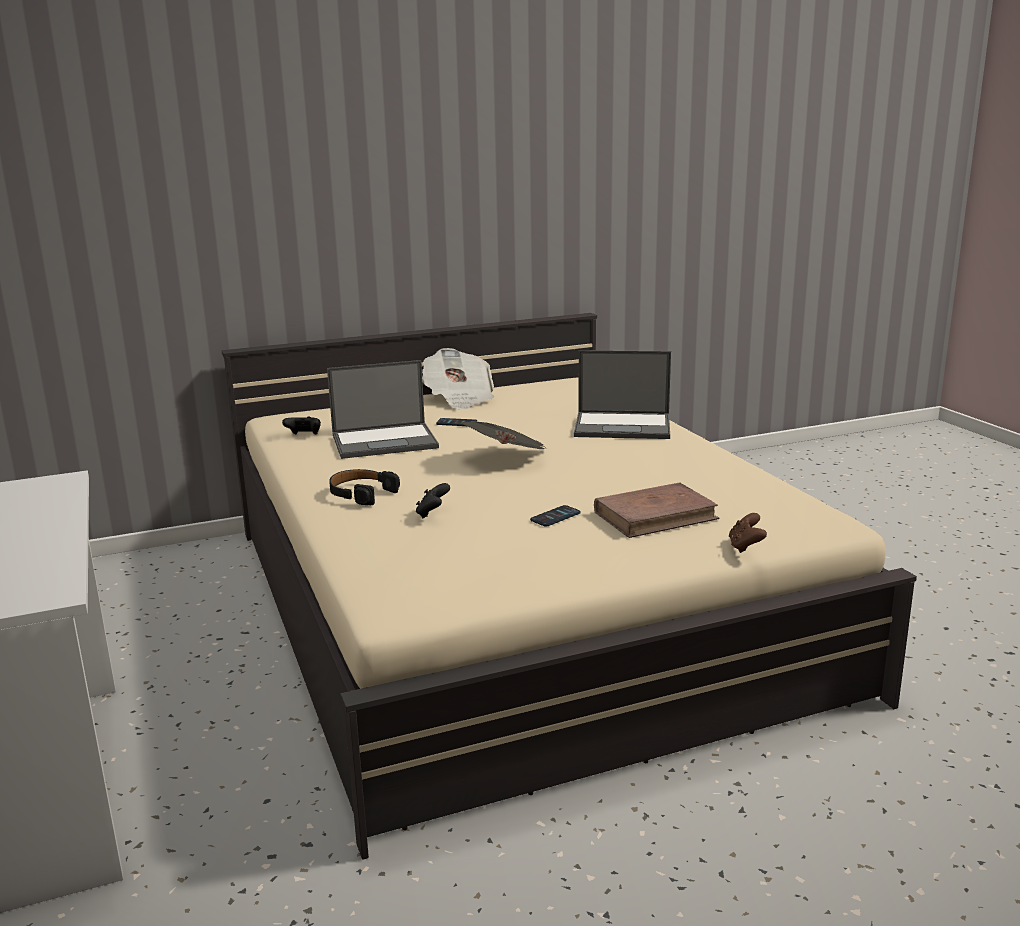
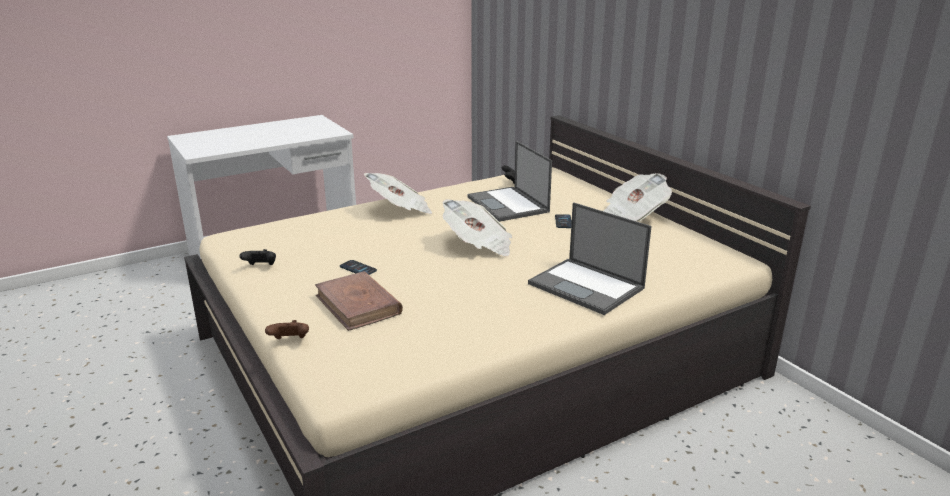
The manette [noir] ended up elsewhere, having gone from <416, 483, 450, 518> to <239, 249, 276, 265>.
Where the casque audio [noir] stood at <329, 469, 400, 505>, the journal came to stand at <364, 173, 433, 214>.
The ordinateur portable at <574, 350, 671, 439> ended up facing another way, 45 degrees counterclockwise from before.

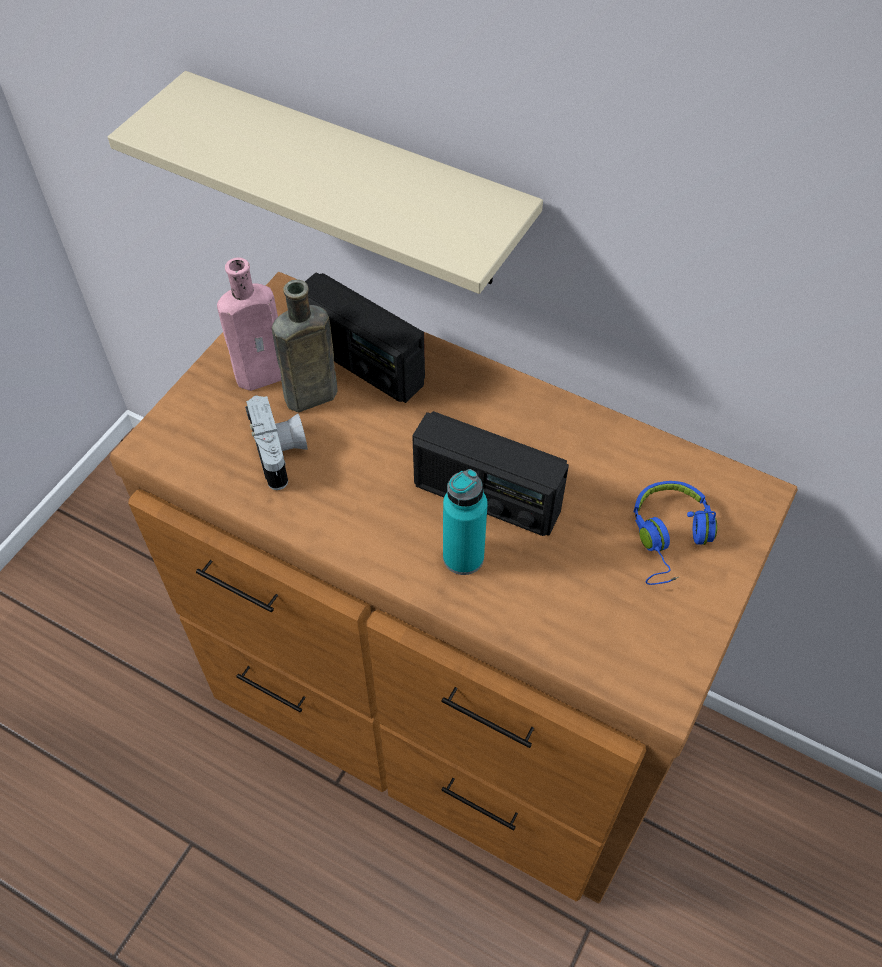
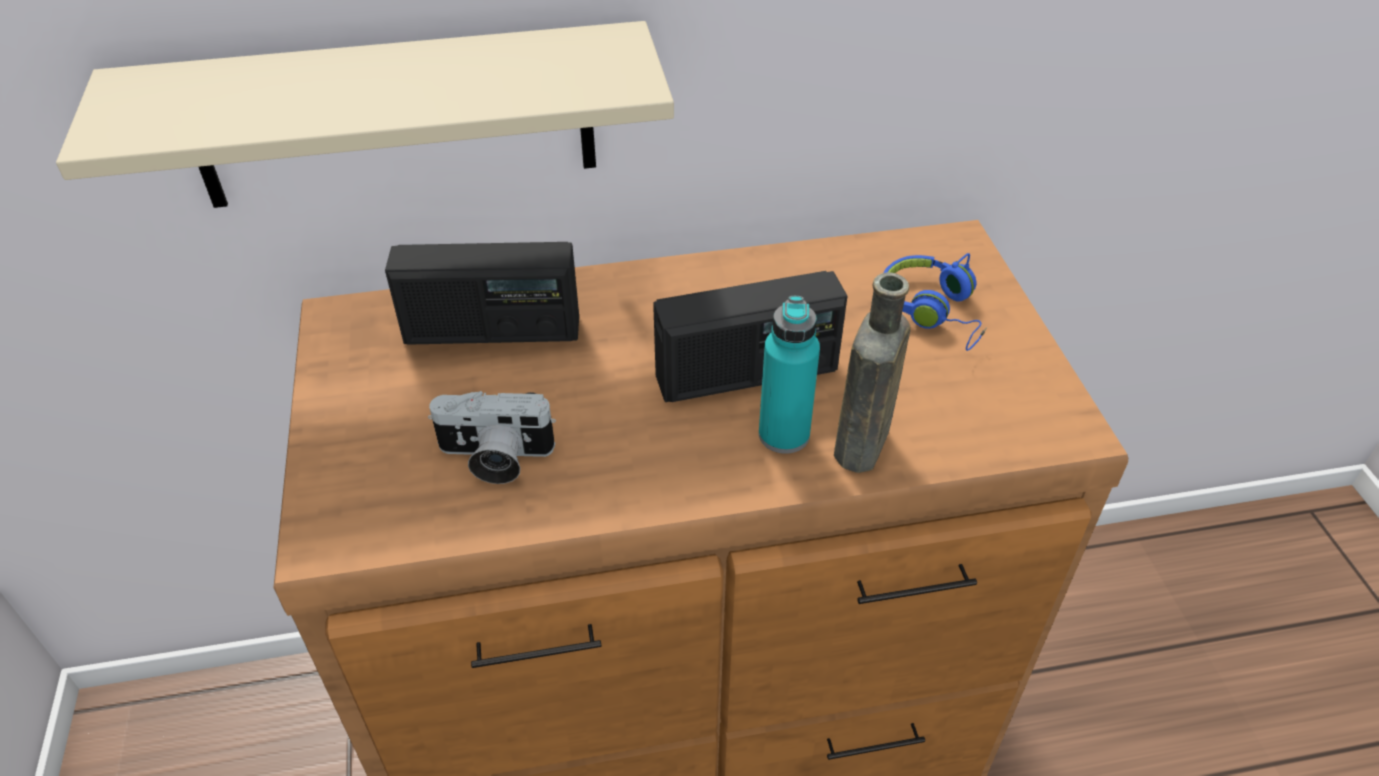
The appareil photo at <245, 395, 308, 490> ended up facing another way, 150 degrees clockwise from before.
The bouteille [marron] ended up elsewhere, having gone from <272, 280, 338, 412> to <834, 272, 910, 473>.
The second view lost the bouteille [rose] at <217, 258, 281, 391>.

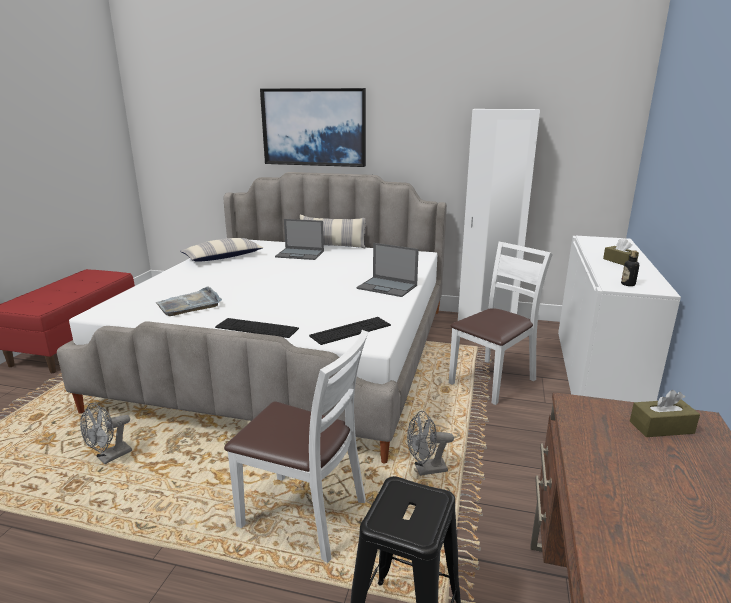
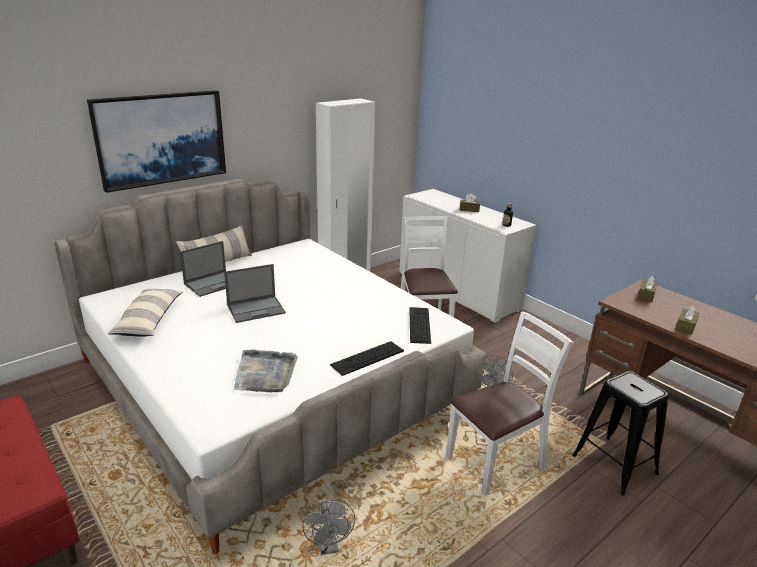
The ordinateur portable ended up elsewhere, having gone from <356, 243, 419, 297> to <224, 264, 286, 323>.
The second view gained the boîte à mouchoirs [marron] at <675, 305, 699, 335>.

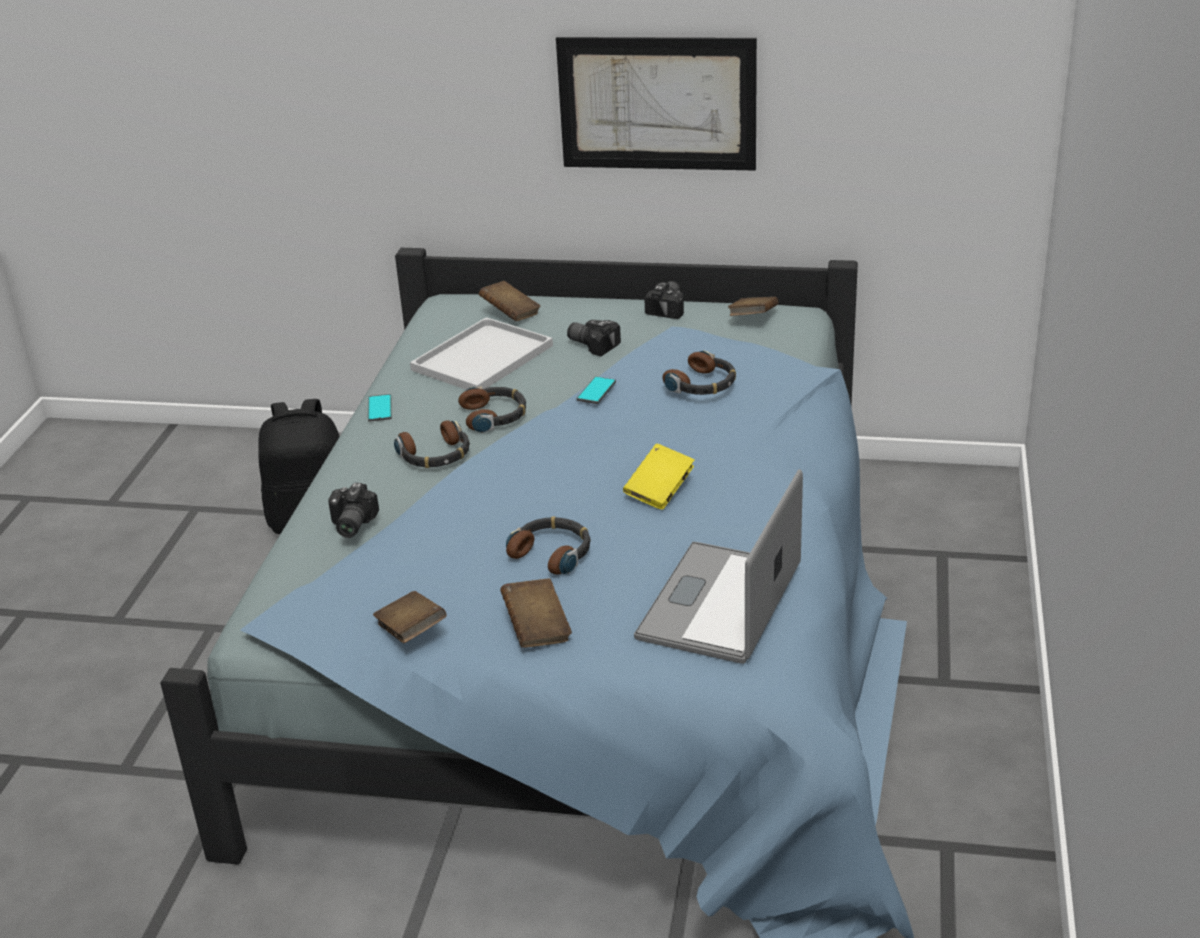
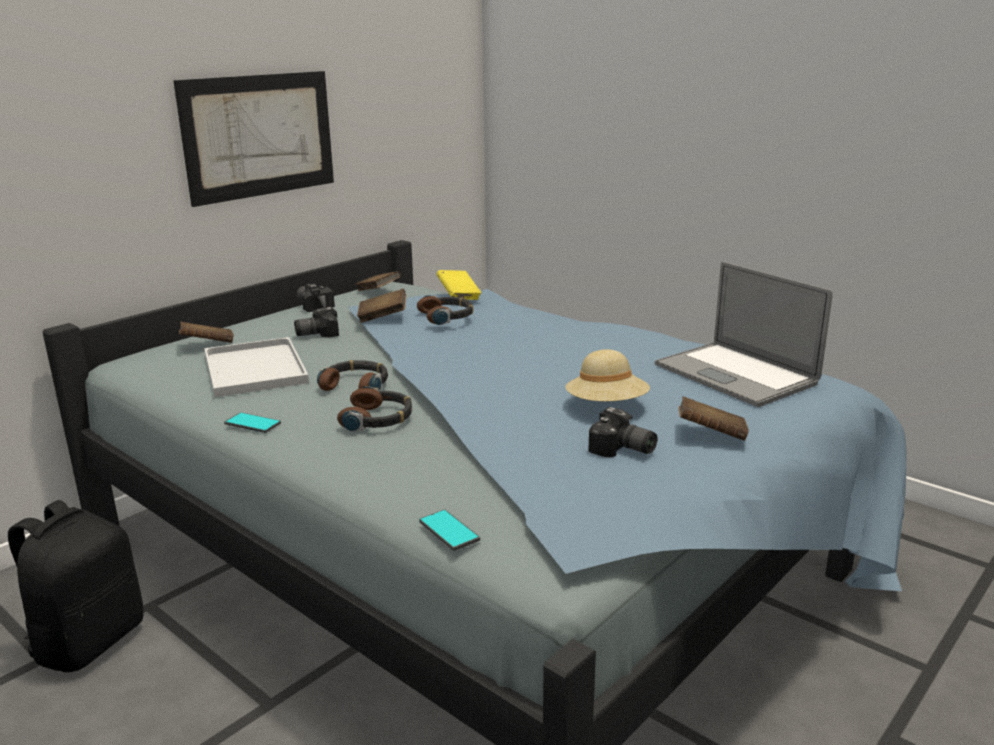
The livre [marron] ended up elsewhere, having gone from <373, 591, 447, 643> to <357, 289, 406, 323>.
The téléphone ended up elsewhere, having gone from <577, 376, 616, 404> to <419, 509, 480, 551>.
The livre [jaune] ended up elsewhere, having gone from <623, 444, 694, 510> to <437, 270, 481, 300>.
Where the casque audio stood at <506, 517, 591, 575>, the chapeau [beige] came to stand at <565, 349, 650, 402>.
The appareil photo ended up elsewhere, having gone from <328, 483, 379, 538> to <588, 407, 657, 457>.

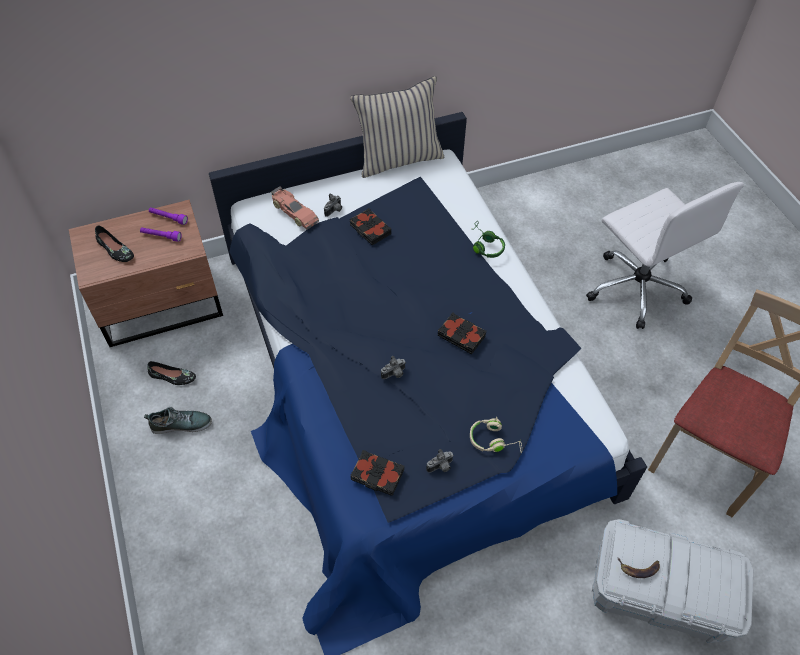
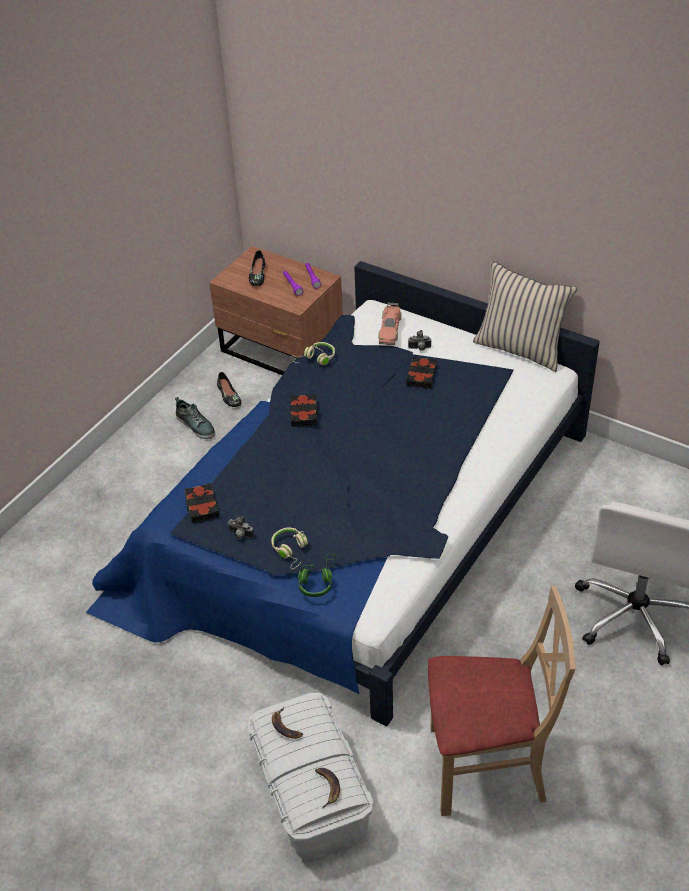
The livre [noir] ended up elsewhere, having gone from <438, 312, 486, 354> to <290, 394, 318, 427>.
The second view gained the casque audio [beige] at <291, 342, 335, 365>.
The casque audio [vert] ended up elsewhere, having gone from <472, 221, 505, 258> to <298, 554, 336, 597>.
The second view gained the banane at <315, 768, 340, 808>.
The second view lost the appareil photo at <381, 356, 406, 379>.

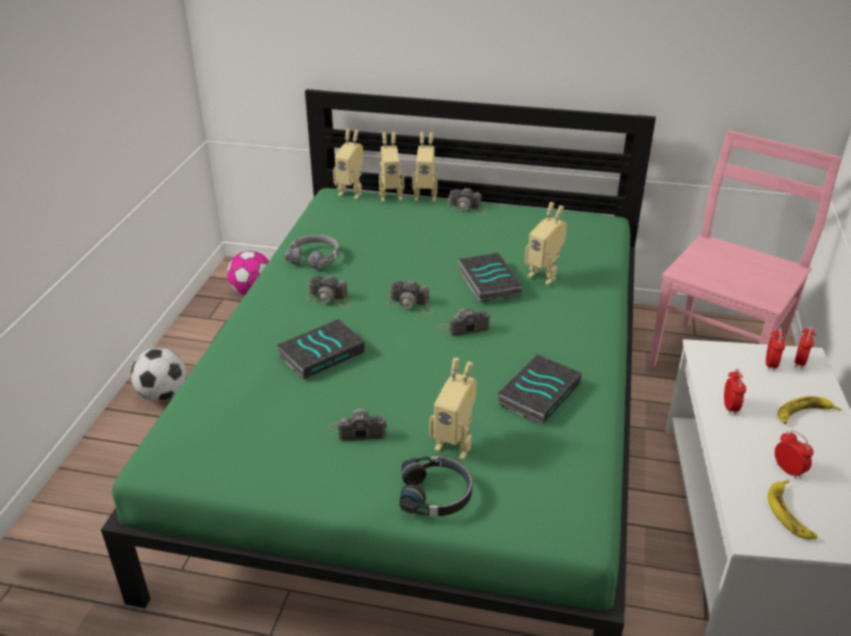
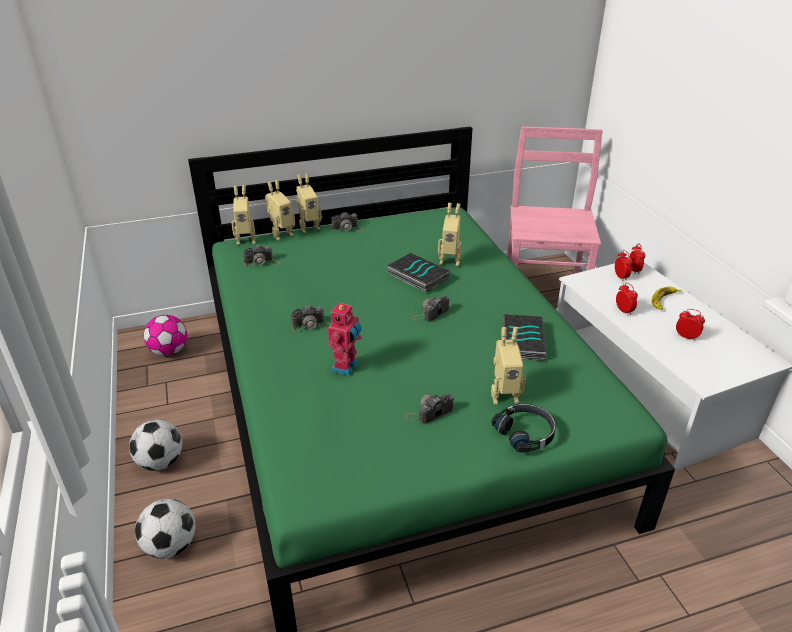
The second view gained the ballon de foot at <135, 499, 195, 559>.
The appareil photo ended up elsewhere, having gone from <388, 280, 433, 314> to <243, 245, 280, 267>.
Where the livre stood at <276, 319, 365, 380>, the robot jouet came to stand at <328, 301, 362, 376>.
The second view lost the casque audio [gris] at <285, 234, 339, 269>.
The second view lost the banane at <768, 479, 817, 539>.

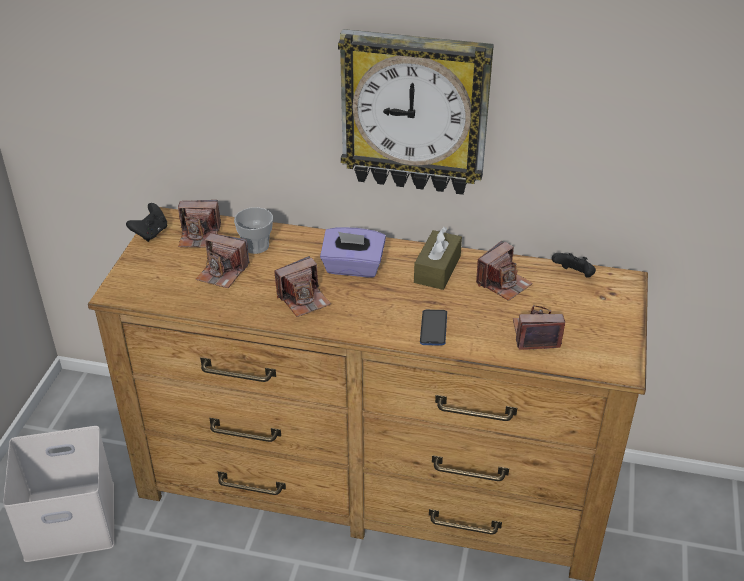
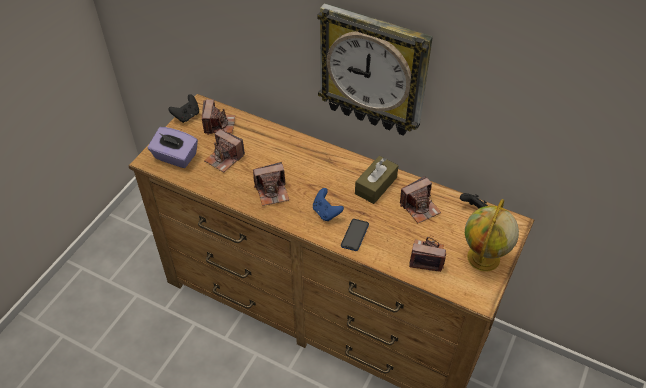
The boîte à mouchoirs [violet] ended up elsewhere, having gone from <320, 227, 386, 277> to <148, 127, 198, 168>.
The appareil photo at <178, 200, 221, 248> ended up facing another way, 105 degrees counterclockwise from before.
The second view gained the manette [bleu] at <313, 188, 344, 221>.
The second view gained the globe at <465, 199, 519, 272>.
The second view lost the boîte de rangement [blanc] at <3, 426, 114, 562>.
The second view lost the tasse at <234, 207, 273, 254>.

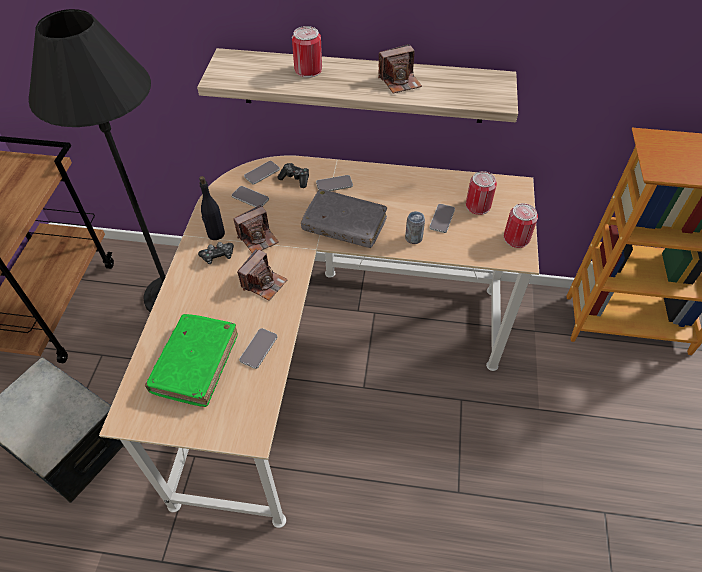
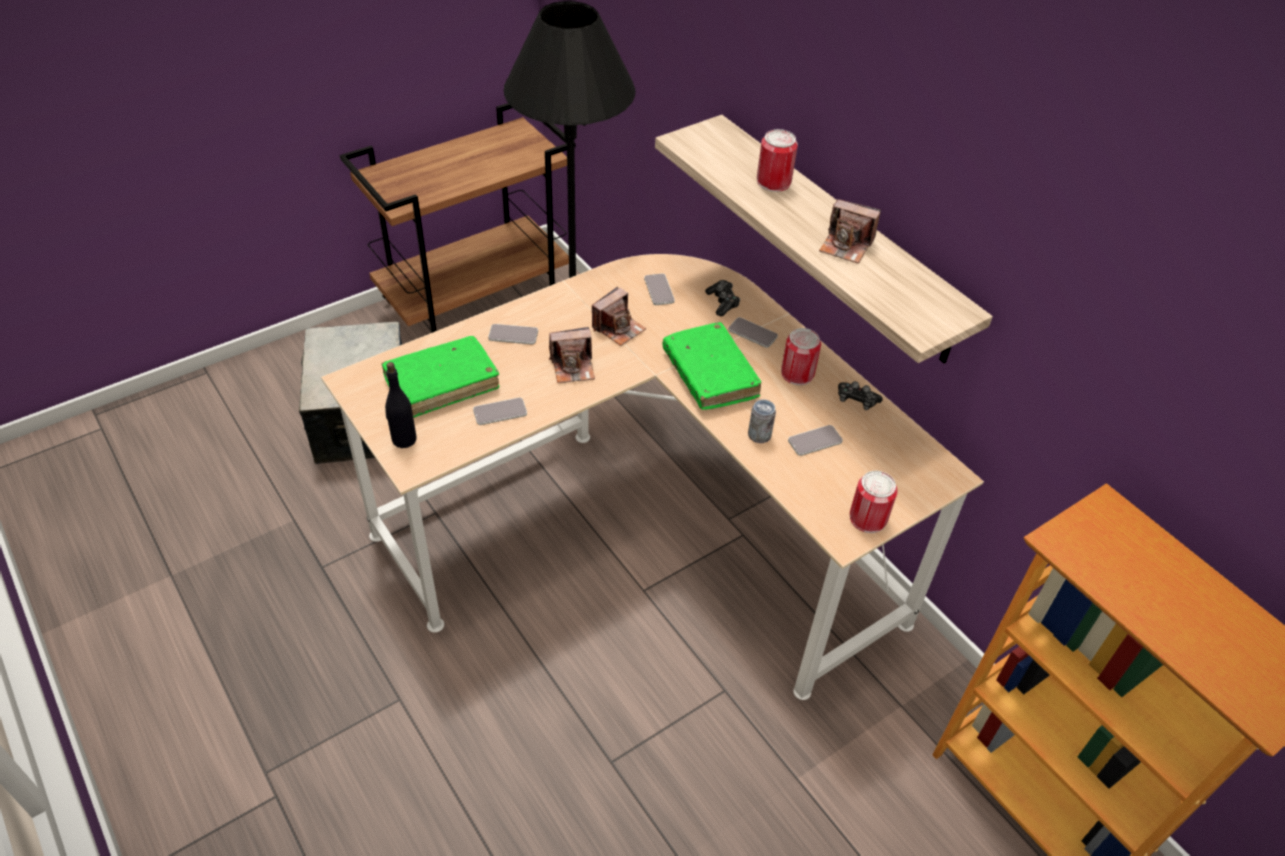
The bouteille [noir] ended up elsewhere, having gone from <199, 176, 225, 240> to <385, 362, 417, 448>.
The téléphone ended up elsewhere, having gone from <244, 161, 280, 184> to <488, 324, 538, 345>.
The appareil photo at <234, 205, 279, 253> ended up facing another way, 60 degrees counterclockwise from before.
What was the livre [gris] at <301, 189, 387, 248> turned into the livre [vert] at <662, 322, 761, 410>.
The boîte métallique ended up elsewhere, having gone from <466, 171, 497, 215> to <781, 328, 821, 385>.
The manette ended up elsewhere, having gone from <198, 242, 234, 264> to <838, 381, 883, 410>.

